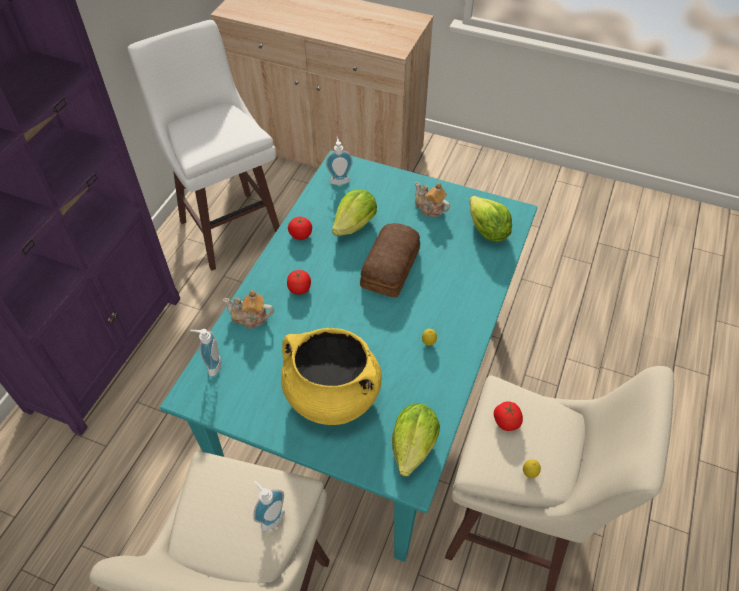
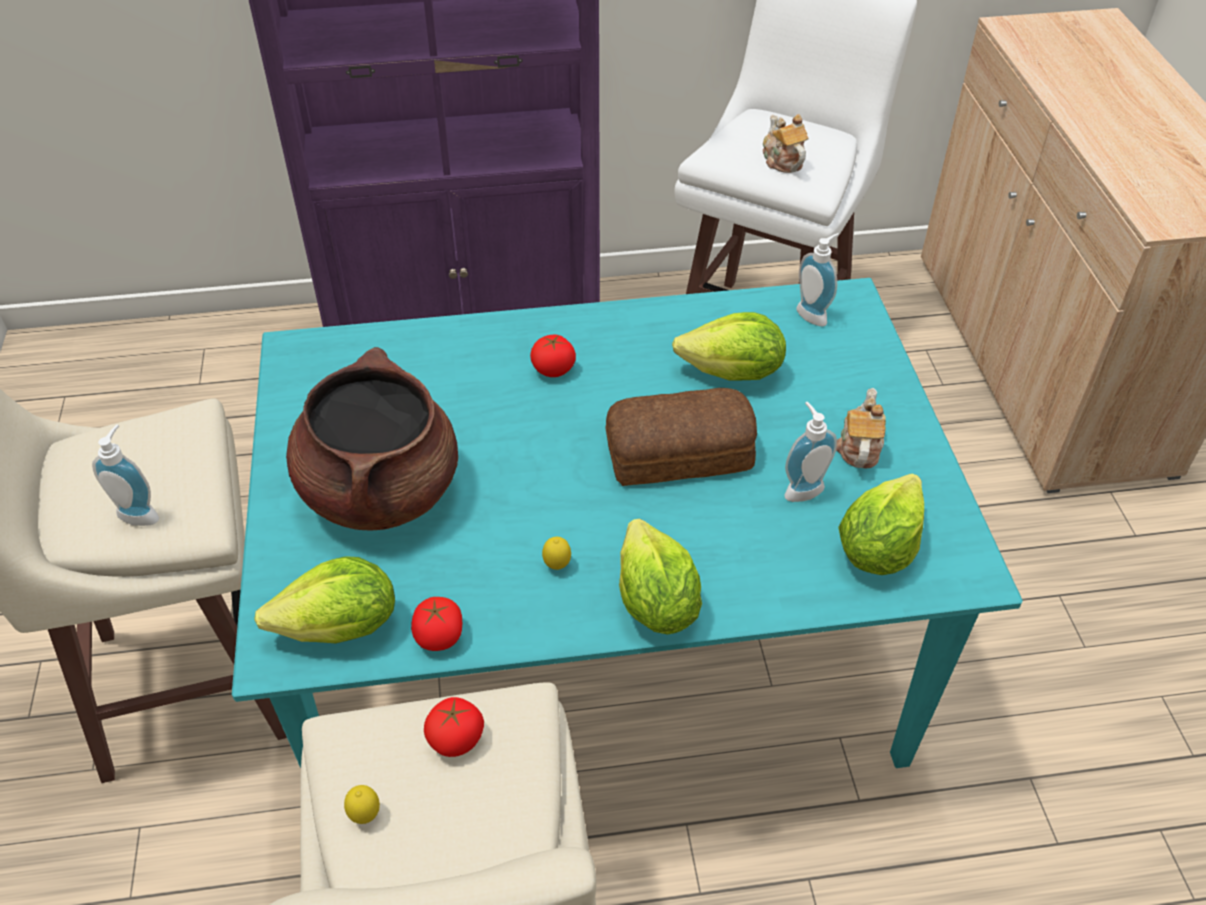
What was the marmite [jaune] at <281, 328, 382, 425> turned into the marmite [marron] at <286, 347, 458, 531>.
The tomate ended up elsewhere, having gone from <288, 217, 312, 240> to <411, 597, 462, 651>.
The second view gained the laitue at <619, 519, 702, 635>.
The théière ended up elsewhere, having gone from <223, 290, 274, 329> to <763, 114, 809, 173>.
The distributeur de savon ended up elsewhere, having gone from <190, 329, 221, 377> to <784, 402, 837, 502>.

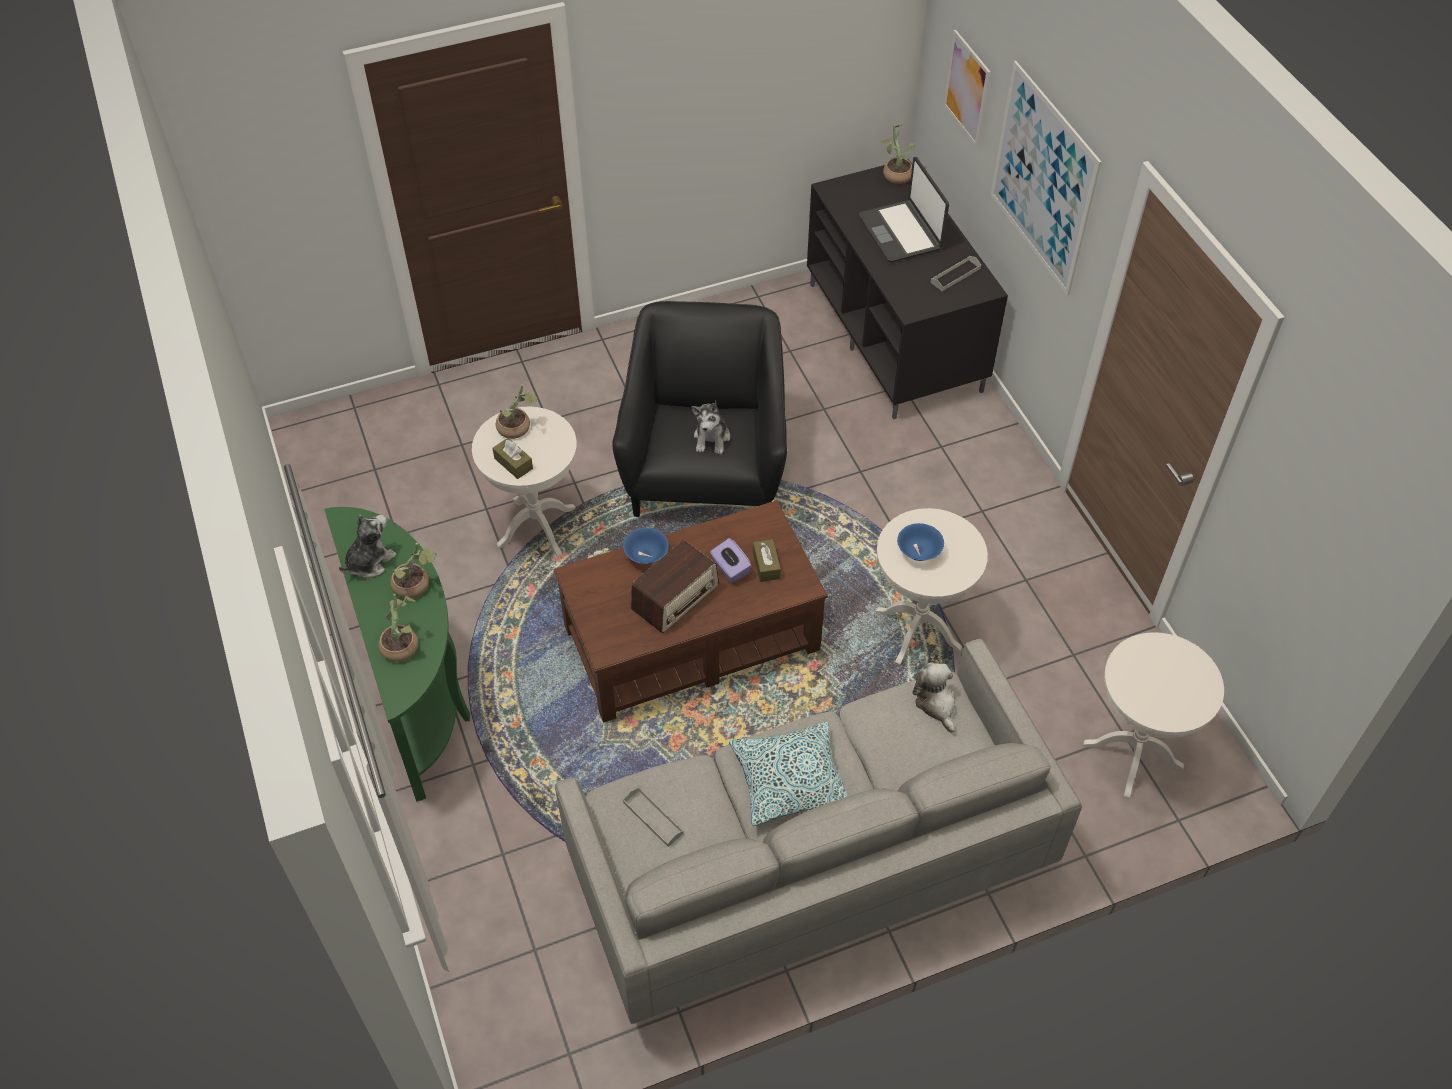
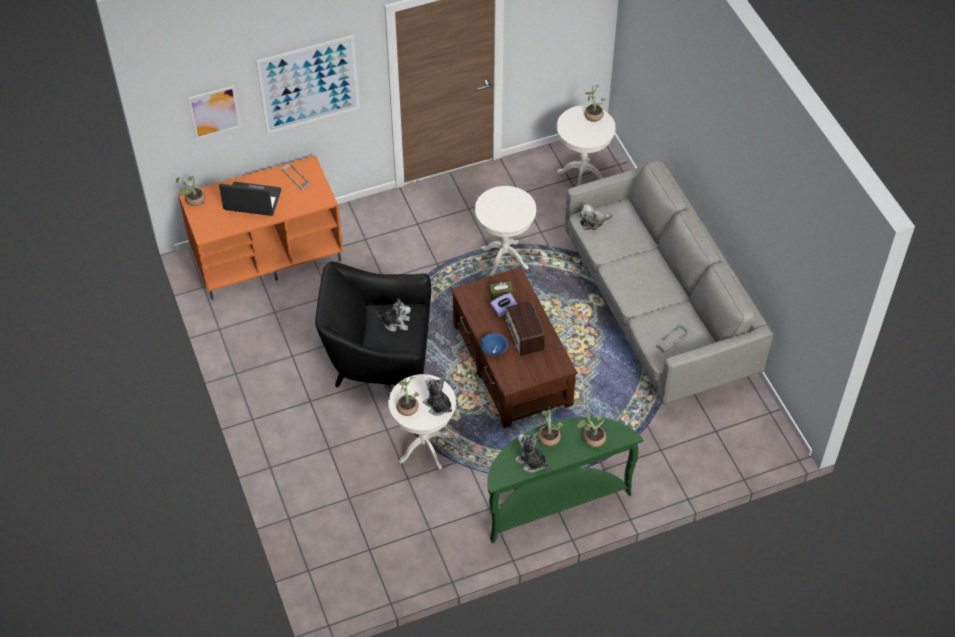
What was the meuble télé [noir] at <807, 159, 1008, 420> turned into the meuble télé [orange] at <178, 155, 343, 300>.
The ordinateur portable at <859, 157, 949, 262> ended up facing another way, 150 degrees counterclockwise from before.
Where the boîte à mouchoirs [marron] stood at <492, 438, 533, 479>, the peluche came to stand at <423, 377, 452, 416>.
The radio at <631, 540, 719, 633> ended up facing another way, 150 degrees counterclockwise from before.
The second view gained the plante en pot at <584, 84, 606, 122>.
The second view lost the coussin at <729, 722, 848, 826>.
The second view lost the bol [bleu] at <897, 523, 944, 561>.

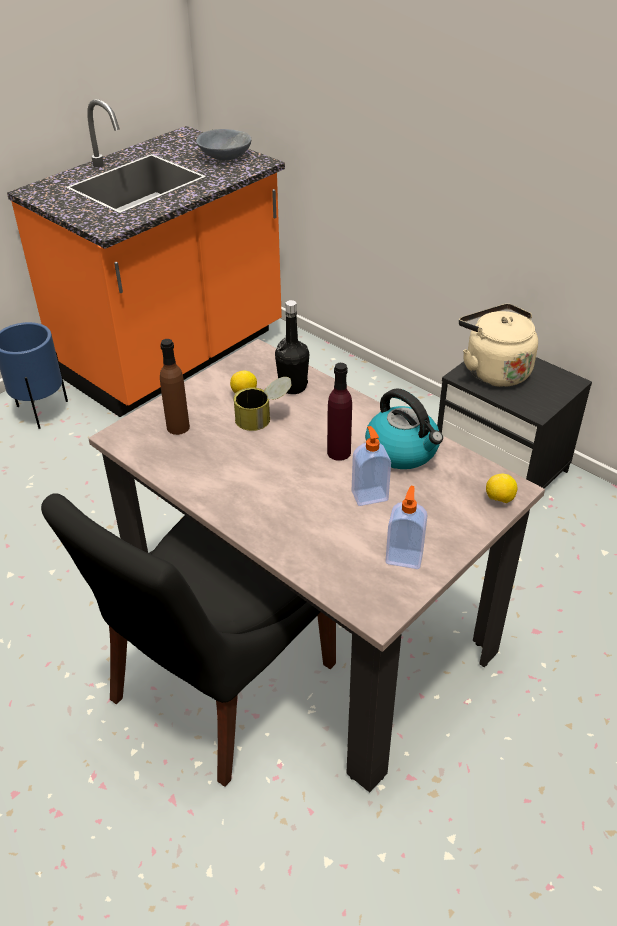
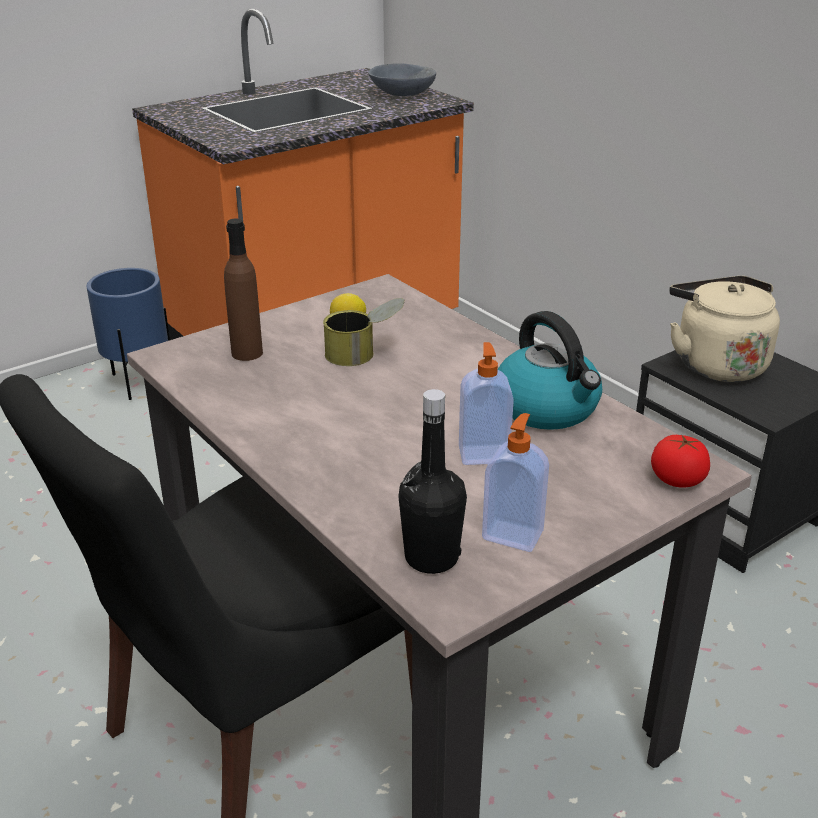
The bouteille [noir] ended up elsewhere, having gone from <275, 300, 309, 394> to <399, 389, 467, 574>.
Where the citron stood at <486, 474, 518, 503>, the tomate came to stand at <651, 435, 710, 488>.
The second view lost the bouteille [violet] at <327, 363, 352, 461>.

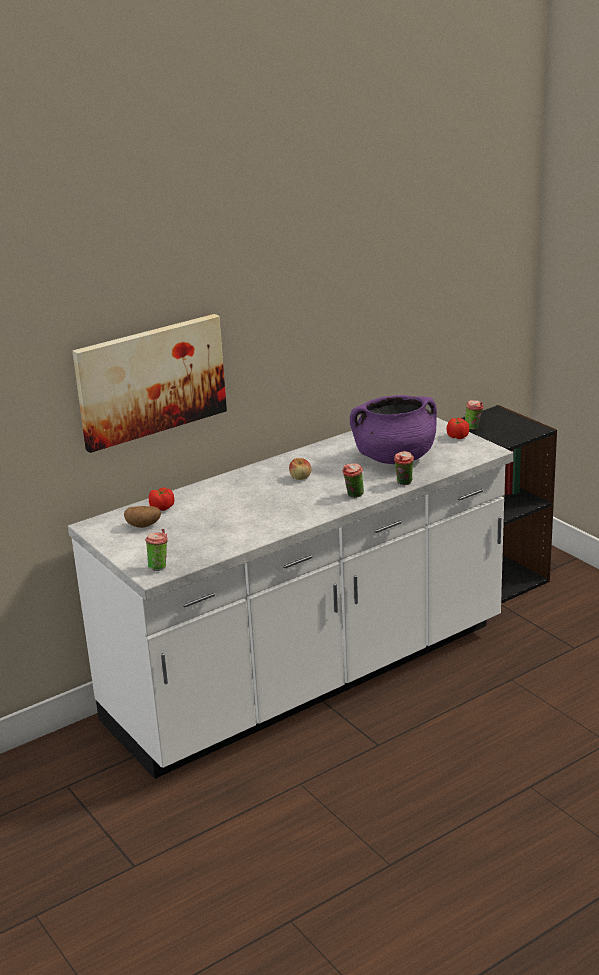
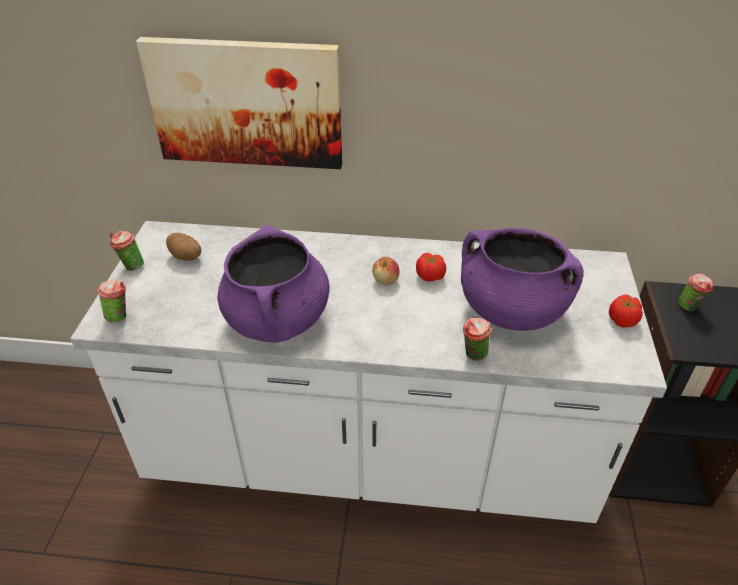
The tasse ended up elsewhere, having gone from <342, 463, 364, 498> to <109, 230, 144, 271>.
The second view gained the marmite [violet] at <218, 225, 329, 343>.
The tomate ended up elsewhere, having gone from <149, 488, 174, 511> to <416, 253, 446, 282>.

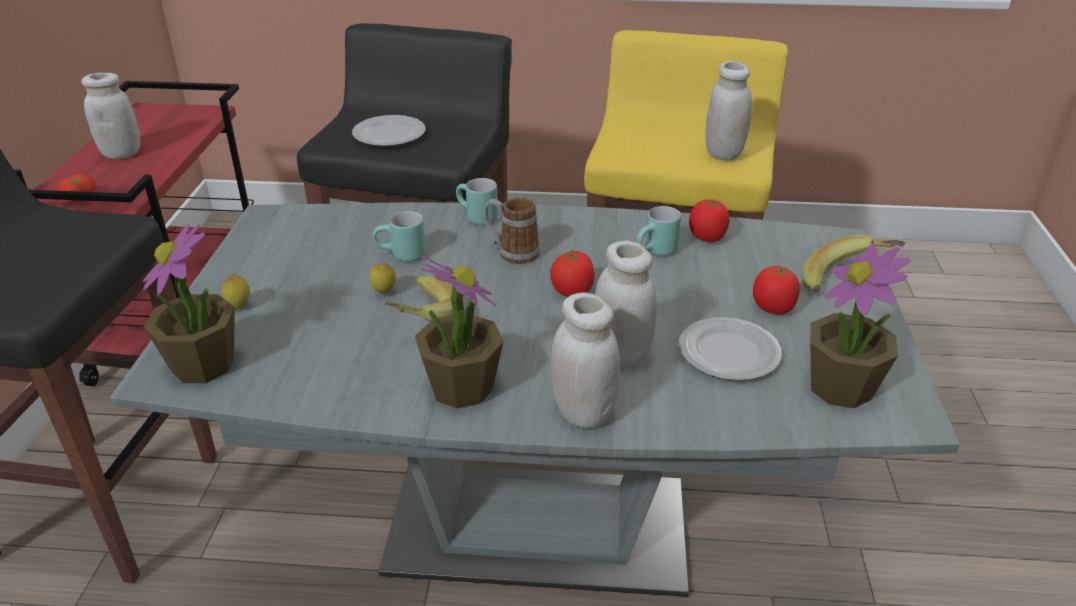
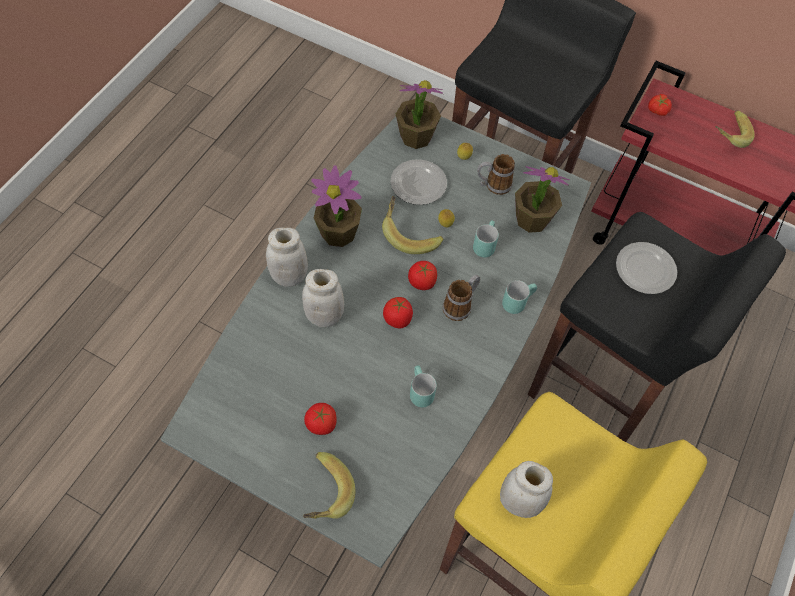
The assiette ended up elsewhere, having gone from <679, 317, 782, 381> to <390, 159, 447, 205>.
The tomate ended up elsewhere, having gone from <689, 199, 730, 242> to <408, 261, 437, 290>.
The second view gained the mug at <477, 154, 515, 195>.
The plante en pot ended up elsewhere, having gone from <810, 244, 911, 408> to <515, 166, 569, 233>.
Where the bocal [blanc] stood at <81, 73, 140, 159>, the banane came to stand at <715, 110, 755, 148>.

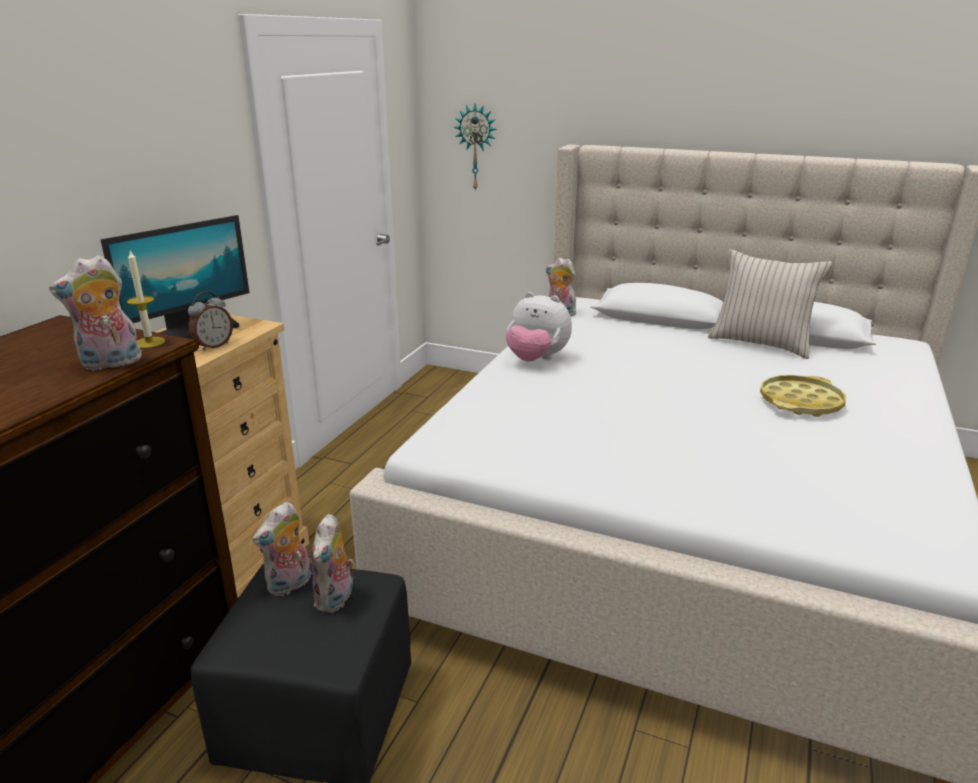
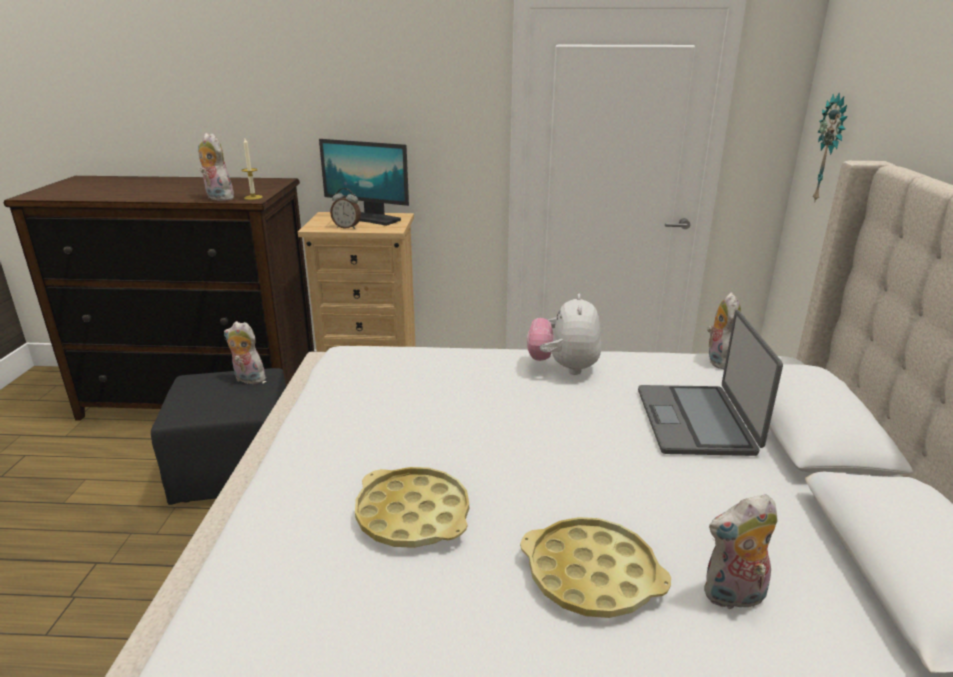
The second view gained the plateau [jaune] at <355, 467, 469, 548>.
The second view gained the ordinateur portable at <638, 310, 783, 456>.
The peluche ended up elsewhere, having gone from <311, 514, 355, 613> to <704, 494, 778, 612>.
The second view lost the coussin [beige] at <708, 249, 832, 359>.

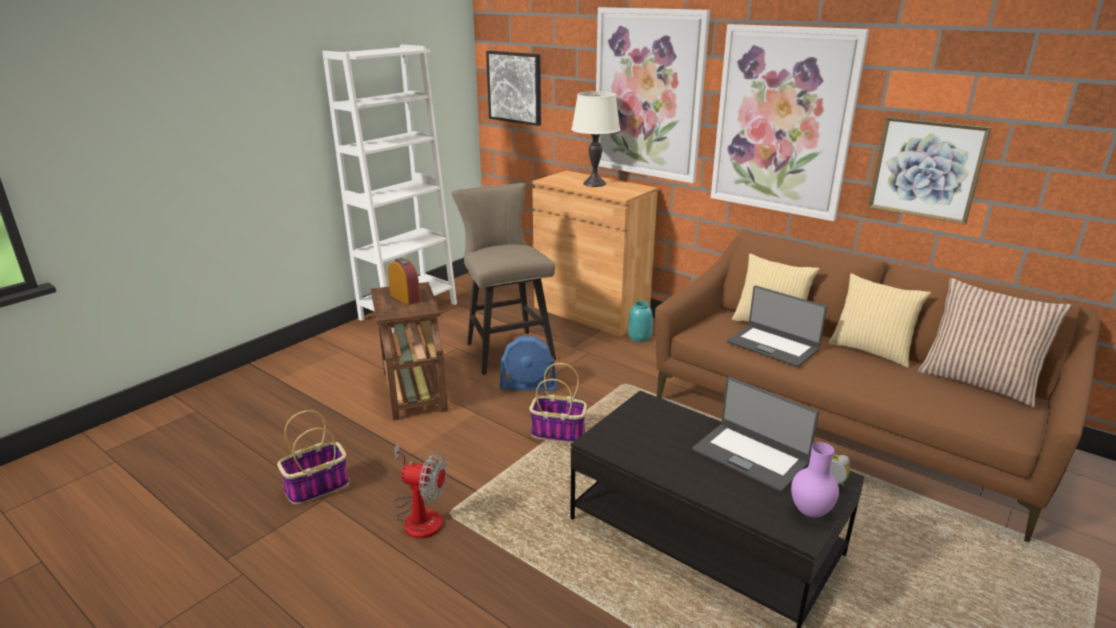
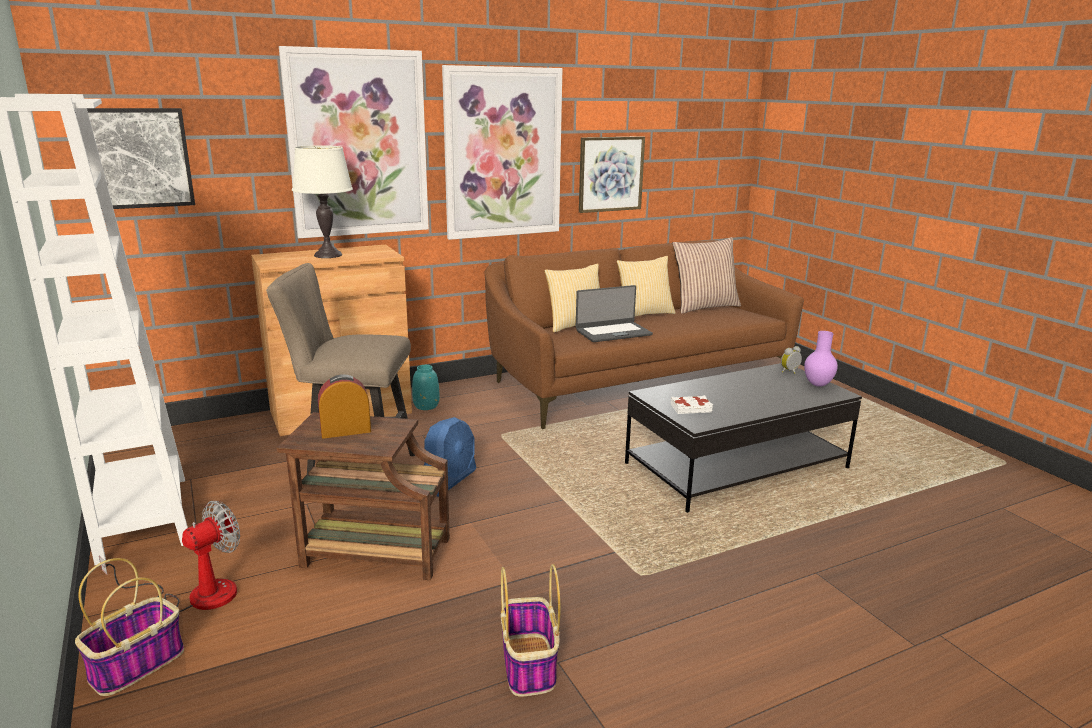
The panier ended up elsewhere, having gone from <529, 363, 587, 442> to <75, 558, 184, 696>.
The ventilateur ended up elsewhere, having gone from <394, 443, 447, 539> to <99, 501, 240, 612>.
The second view gained the livre [blanc] at <671, 395, 713, 414>.
The second view lost the ordinateur portable at <693, 377, 819, 492>.

